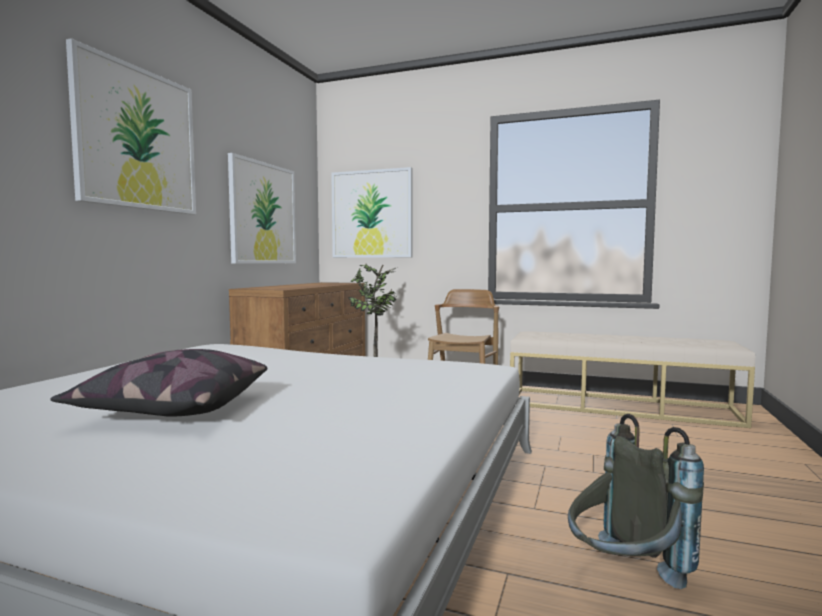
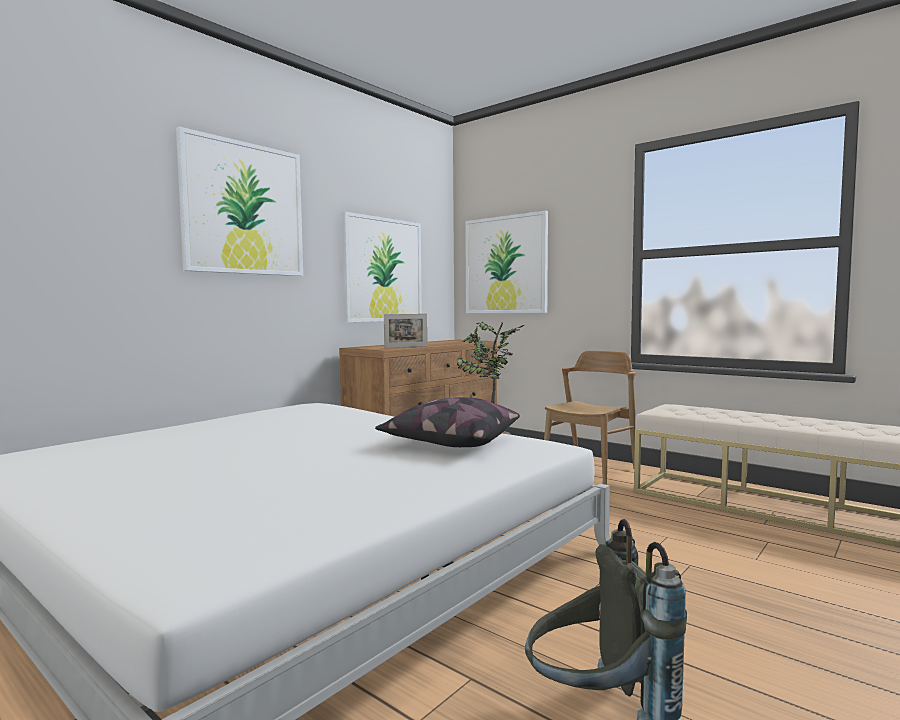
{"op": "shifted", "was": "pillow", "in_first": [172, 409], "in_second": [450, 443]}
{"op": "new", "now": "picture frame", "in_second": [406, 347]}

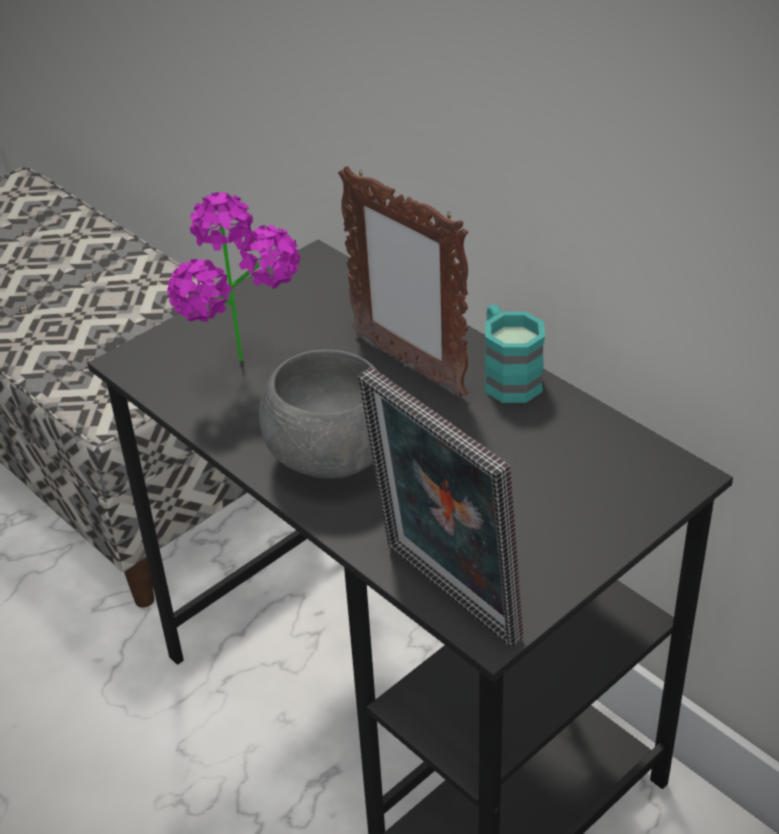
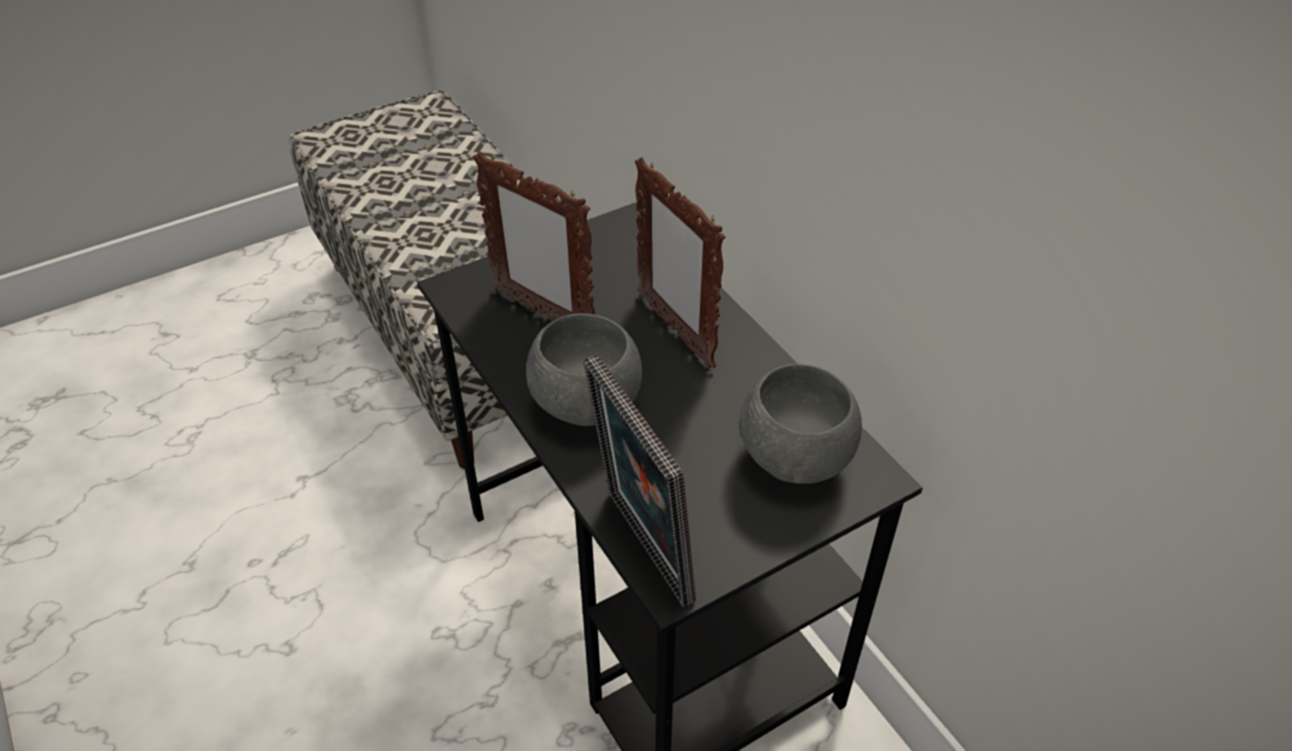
{"op": "swapped", "was": "potted plant", "now": "picture frame", "in_first": [249, 372], "in_second": [542, 314]}
{"op": "new", "now": "grey bowl", "in_second": [793, 459]}
{"op": "gone", "was": "turquoise mug", "in_first": [507, 376]}

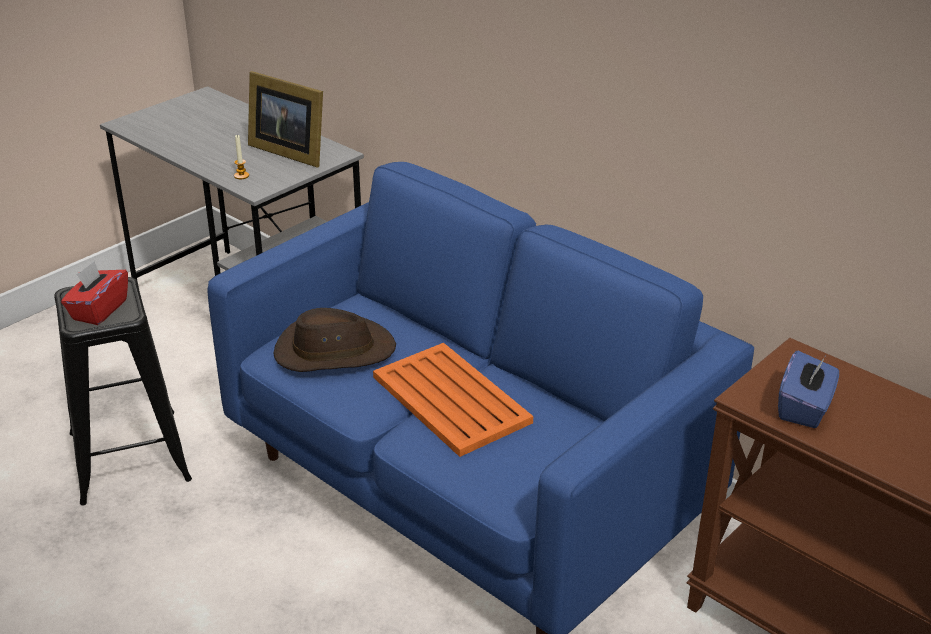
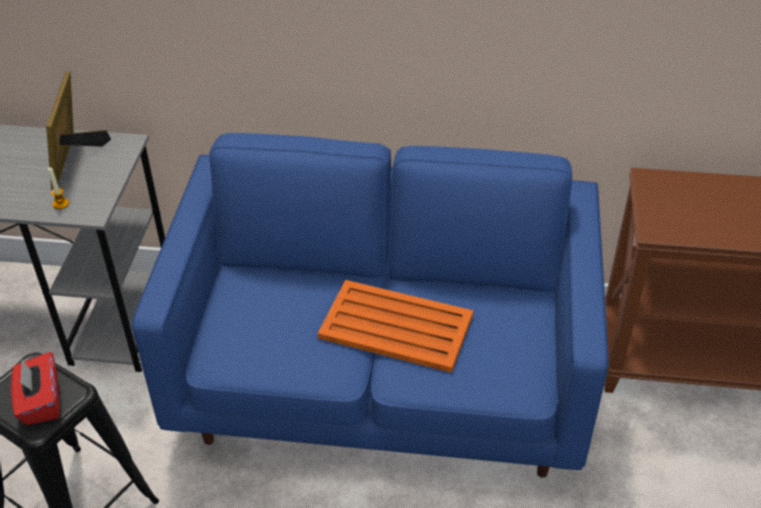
{"op": "rotated", "was": "picture frame", "in_first": [288, 151], "in_second": [76, 159], "clockwise": 90}
{"op": "gone", "was": "brown hat", "in_first": [334, 351]}
{"op": "gone", "was": "blue tissue box", "in_first": [804, 408]}

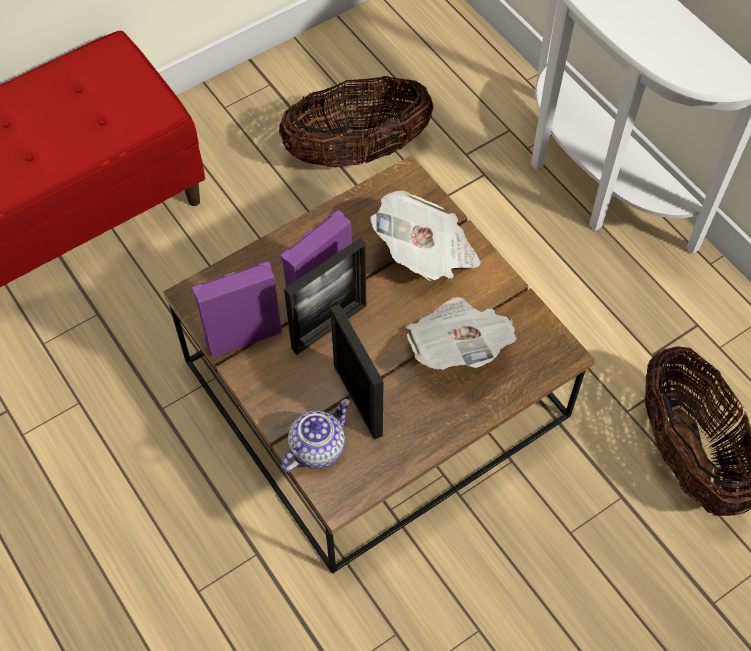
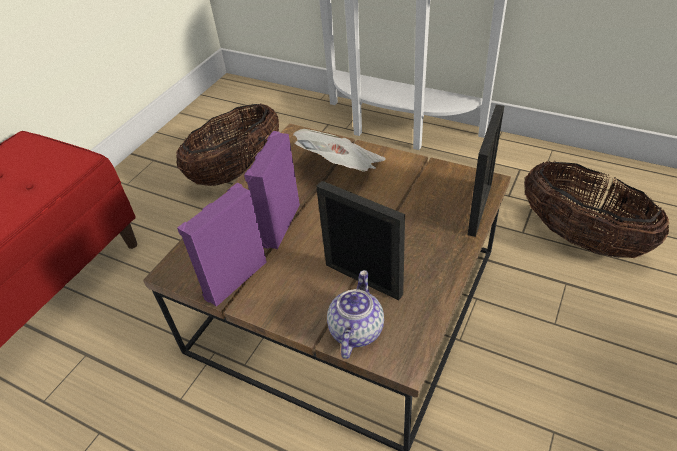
{"op": "shifted", "was": "picture frame", "in_first": [329, 327], "in_second": [479, 209]}
{"op": "gone", "was": "newspaper", "in_first": [457, 347]}

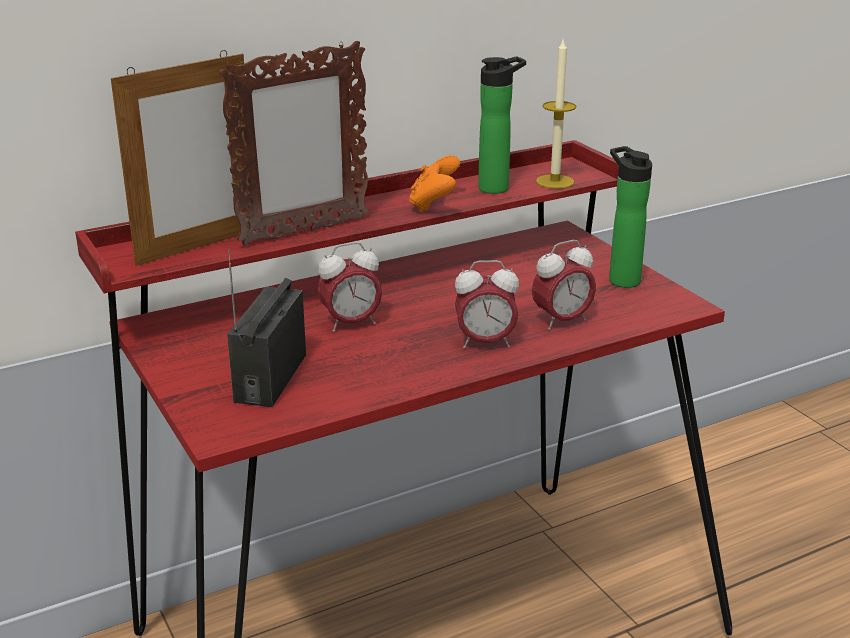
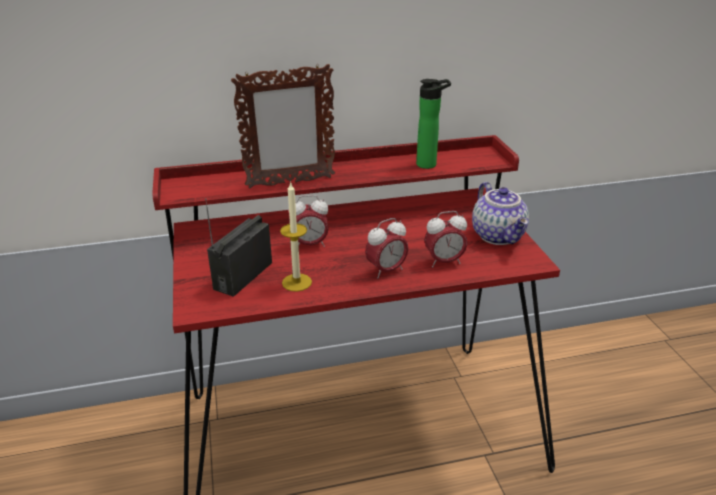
{"op": "shifted", "was": "candle", "in_first": [555, 182], "in_second": [296, 282]}
{"op": "rotated", "was": "alarm clock", "in_first": [485, 343], "in_second": [386, 270], "clockwise": -45}
{"op": "swapped", "was": "bottle", "now": "teapot", "in_first": [621, 279], "in_second": [499, 236]}
{"op": "gone", "was": "picture frame", "in_first": [197, 247]}
{"op": "gone", "was": "orange game controller", "in_first": [434, 205]}

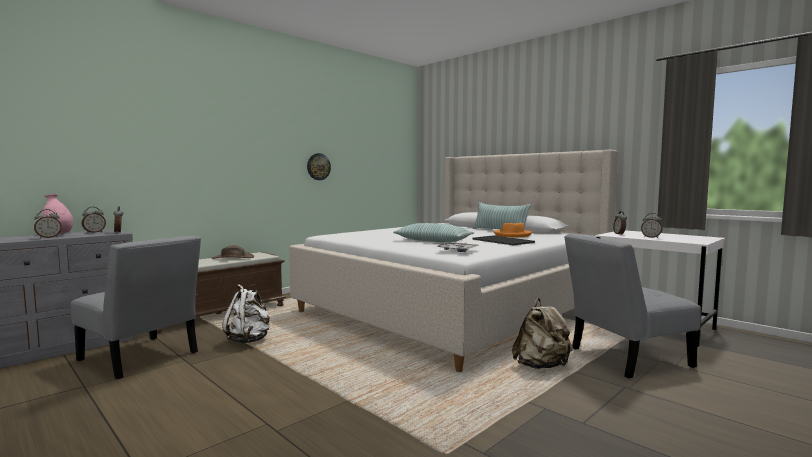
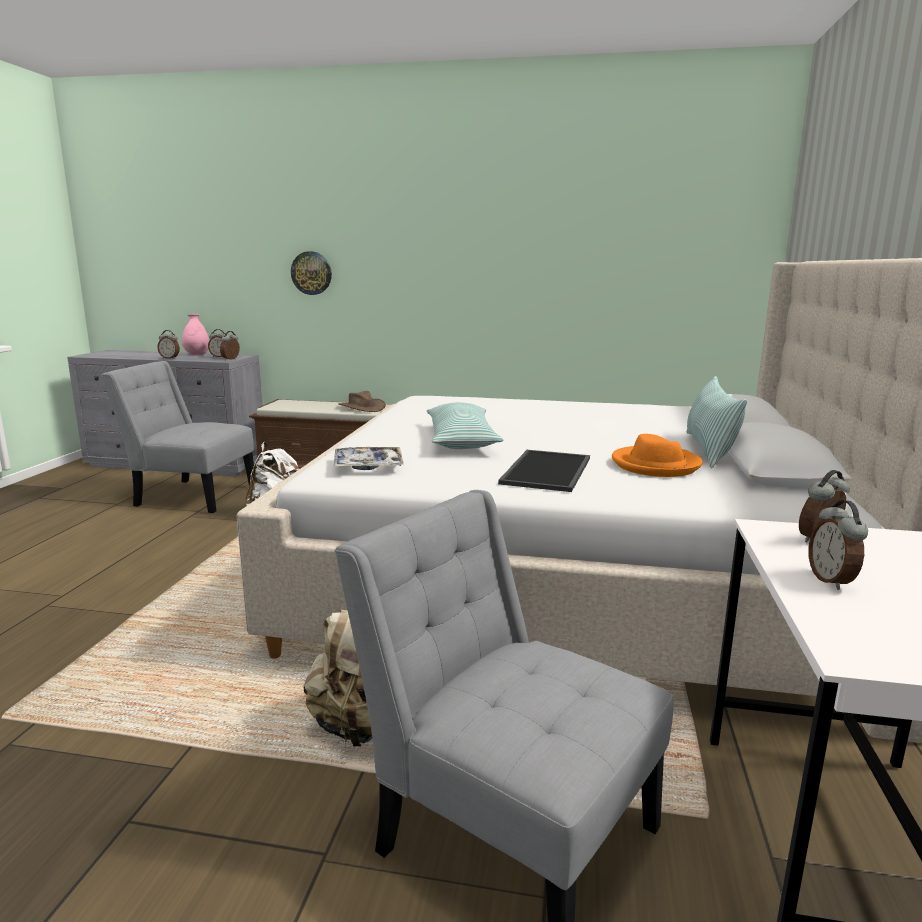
{"op": "rotated", "was": "grey chair", "in_first": [141, 358], "in_second": [191, 495], "clockwise": 105}
{"op": "shifted", "was": "wall clock", "in_first": [318, 166], "in_second": [311, 273]}

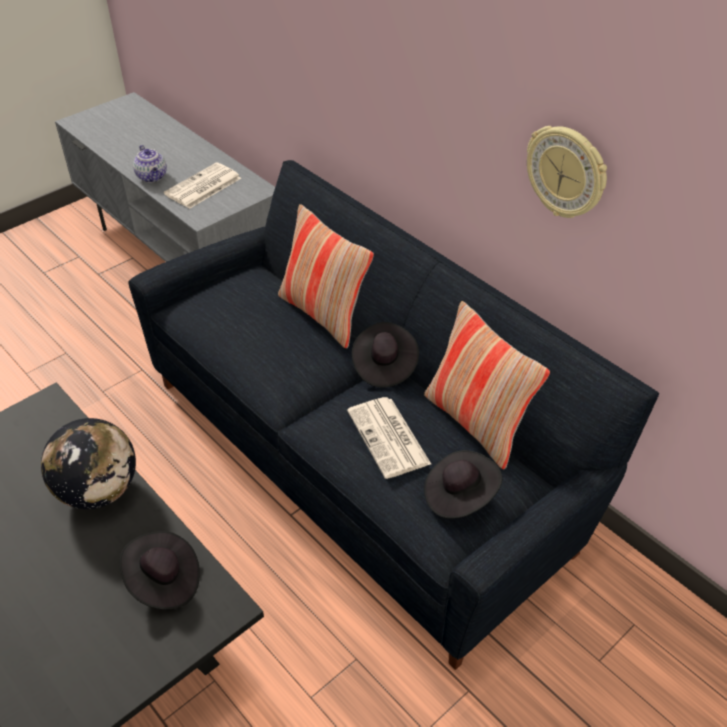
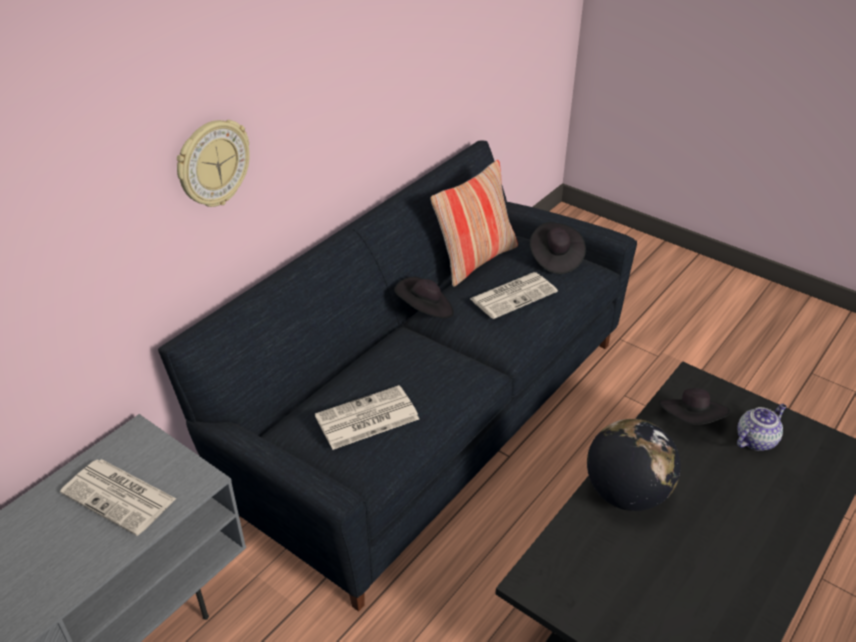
{"op": "shifted", "was": "wall clock", "in_first": [566, 172], "in_second": [213, 164]}
{"op": "new", "now": "newspaper", "in_second": [366, 419]}
{"op": "shifted", "was": "teapot", "in_first": [152, 177], "in_second": [756, 439]}
{"op": "gone", "was": "pillow", "in_first": [323, 314]}

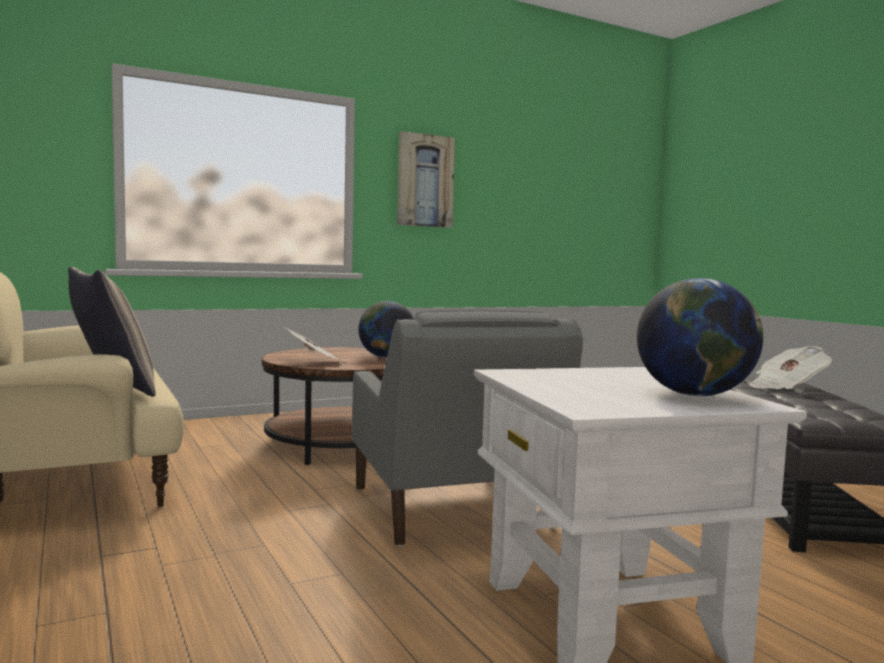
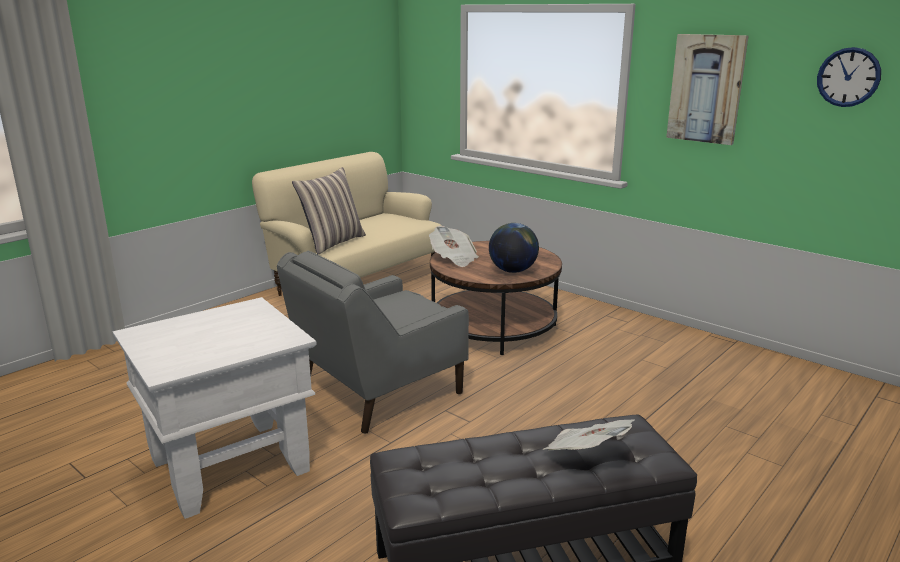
{"op": "new", "now": "wall clock", "in_second": [848, 77]}
{"op": "gone", "was": "globe", "in_first": [695, 395]}

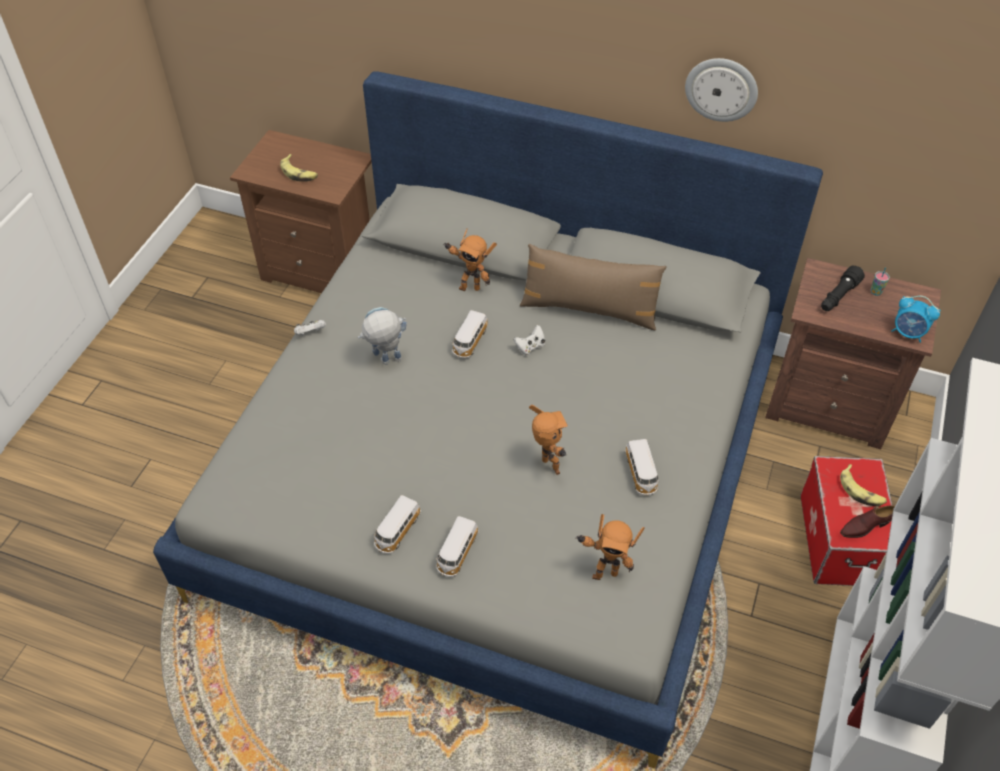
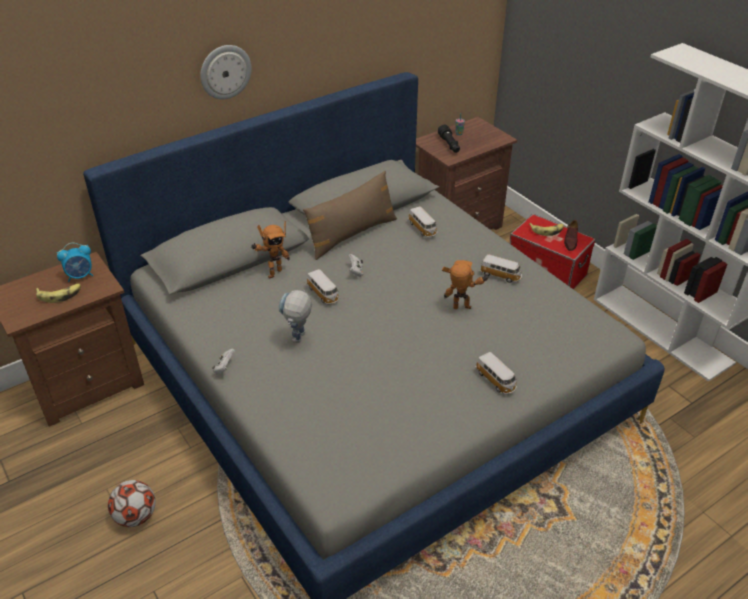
{"op": "shifted", "was": "alarm clock", "in_first": [908, 333], "in_second": [80, 276]}
{"op": "new", "now": "football", "in_second": [136, 516]}
{"op": "shifted", "was": "wall clock", "in_first": [721, 89], "in_second": [225, 71]}
{"op": "shifted", "was": "toy car", "in_first": [397, 531], "in_second": [423, 229]}
{"op": "gone", "was": "toy robot", "in_first": [603, 572]}

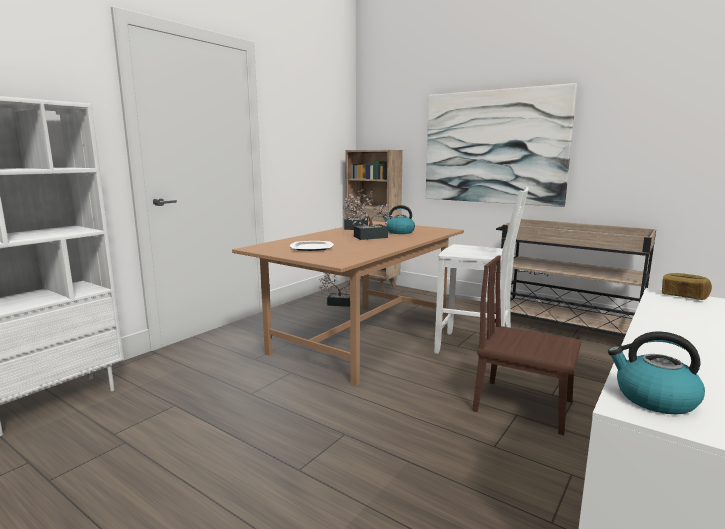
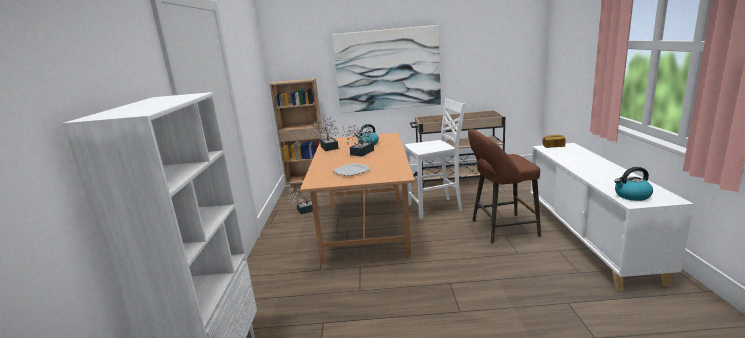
{"op": "swapped", "was": "brown chair", "now": "brown stool", "in_first": [523, 406], "in_second": [500, 229]}

